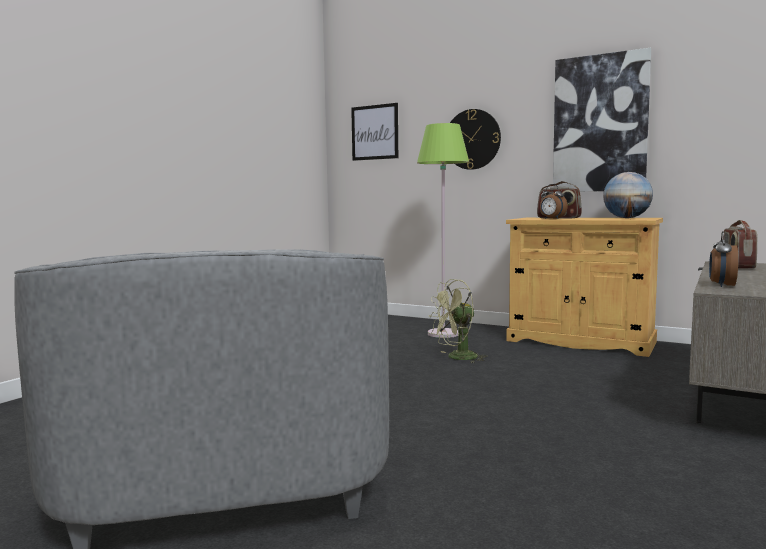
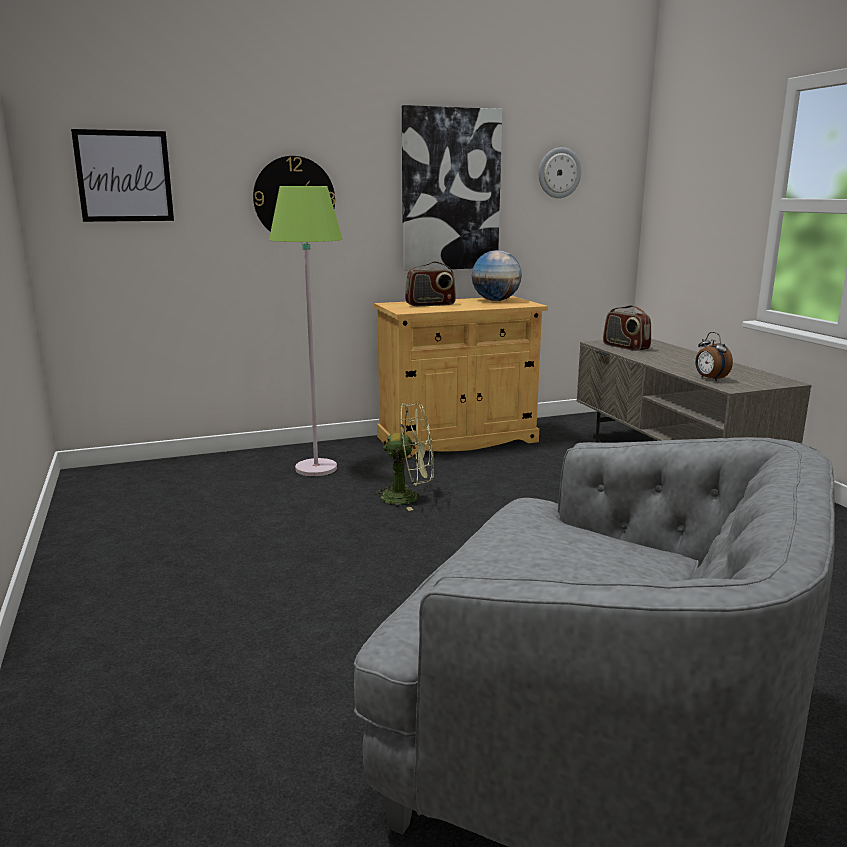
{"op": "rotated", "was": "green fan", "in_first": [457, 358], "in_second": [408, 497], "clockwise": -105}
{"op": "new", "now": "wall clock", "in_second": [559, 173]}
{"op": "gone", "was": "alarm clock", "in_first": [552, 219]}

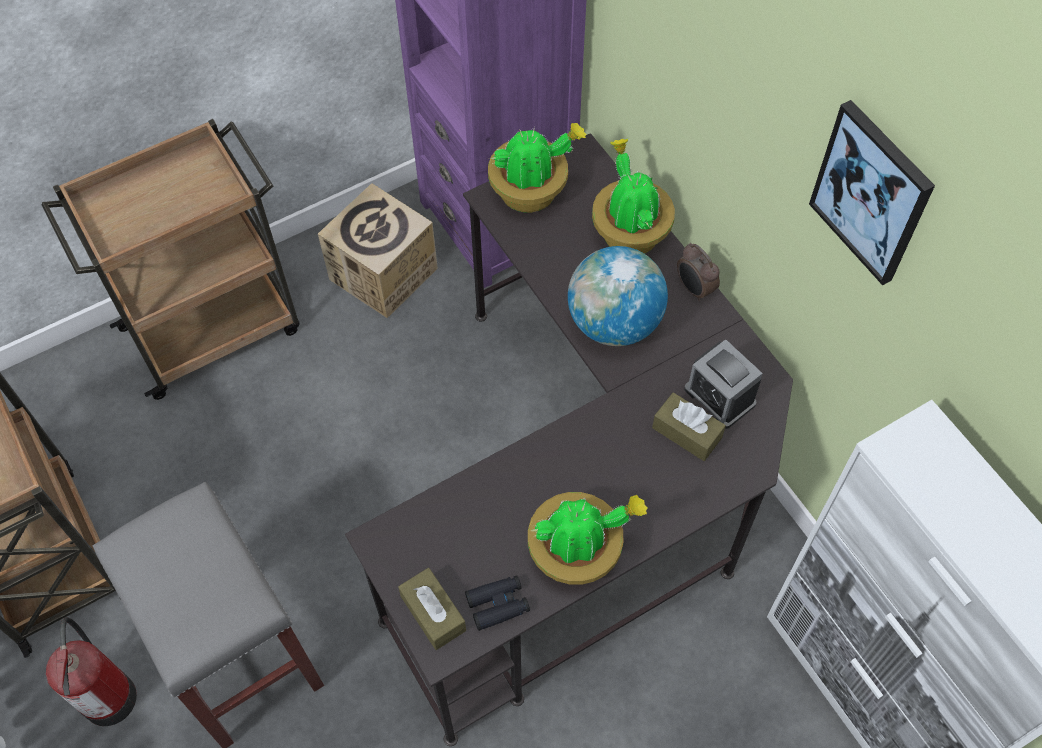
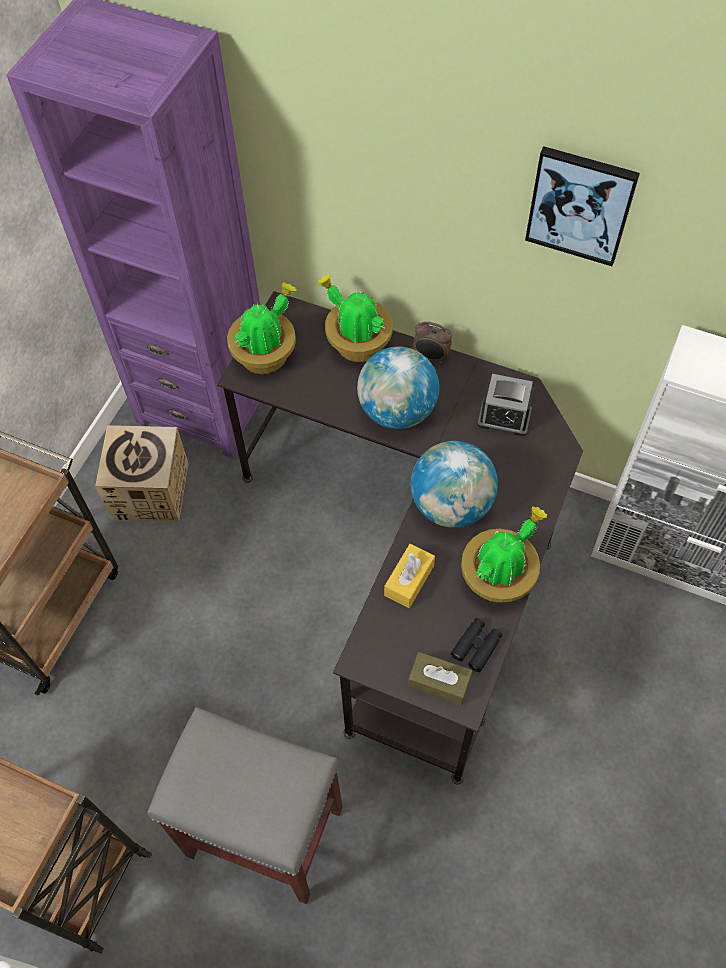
{"op": "new", "now": "yellow tissue box", "in_second": [409, 580]}
{"op": "new", "now": "globe", "in_second": [451, 505]}
{"op": "gone", "was": "fire extinguisher", "in_first": [109, 695]}
{"op": "gone", "was": "brown tissue box", "in_first": [687, 433]}

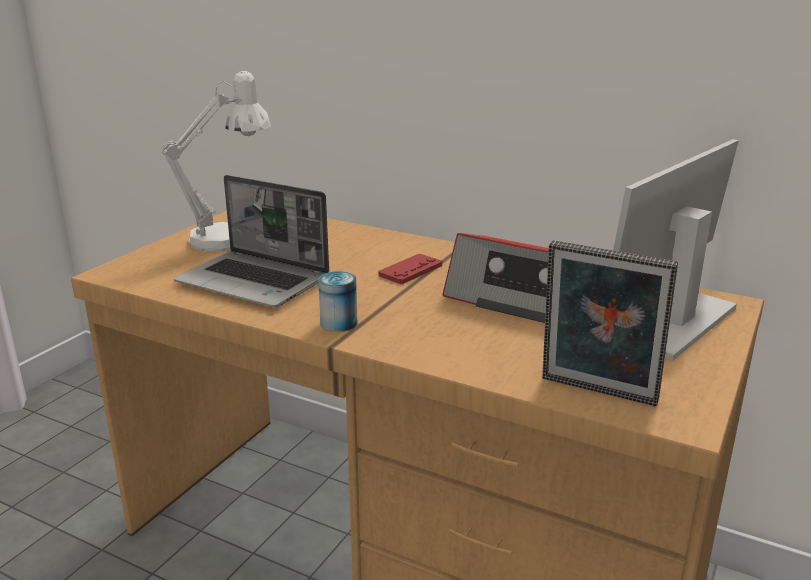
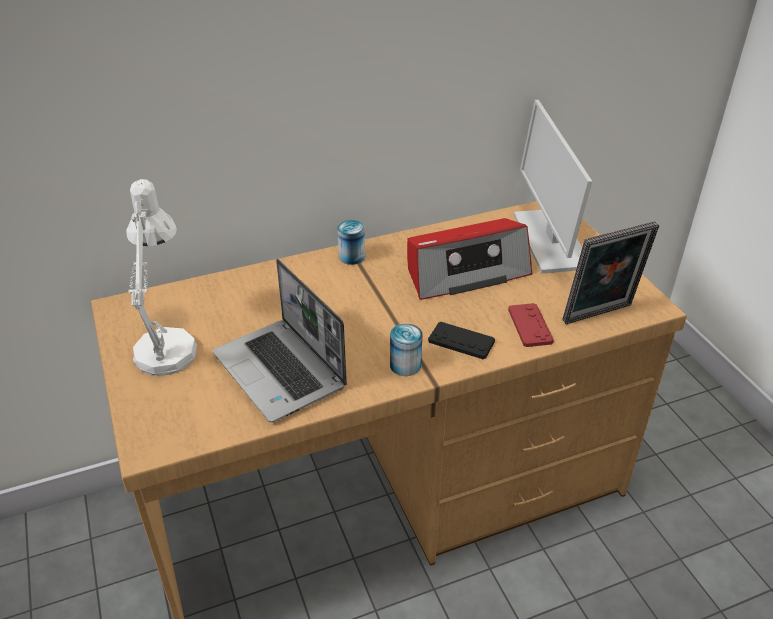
{"op": "rotated", "was": "laptop", "in_first": [255, 281], "in_second": [281, 371], "clockwise": 75}
{"op": "new", "now": "can", "in_second": [351, 256]}
{"op": "new", "now": "black game controller", "in_second": [461, 341]}
{"op": "shifted", "was": "red game controller", "in_first": [410, 270], "in_second": [530, 326]}

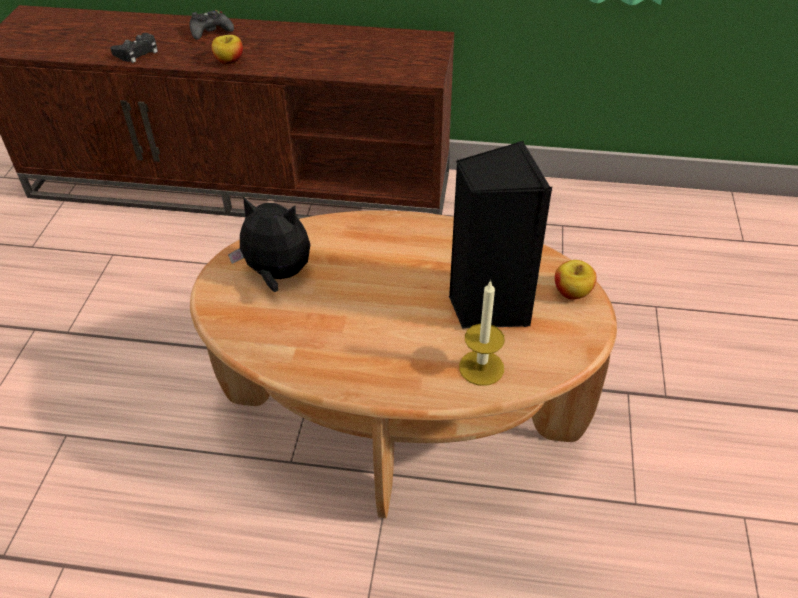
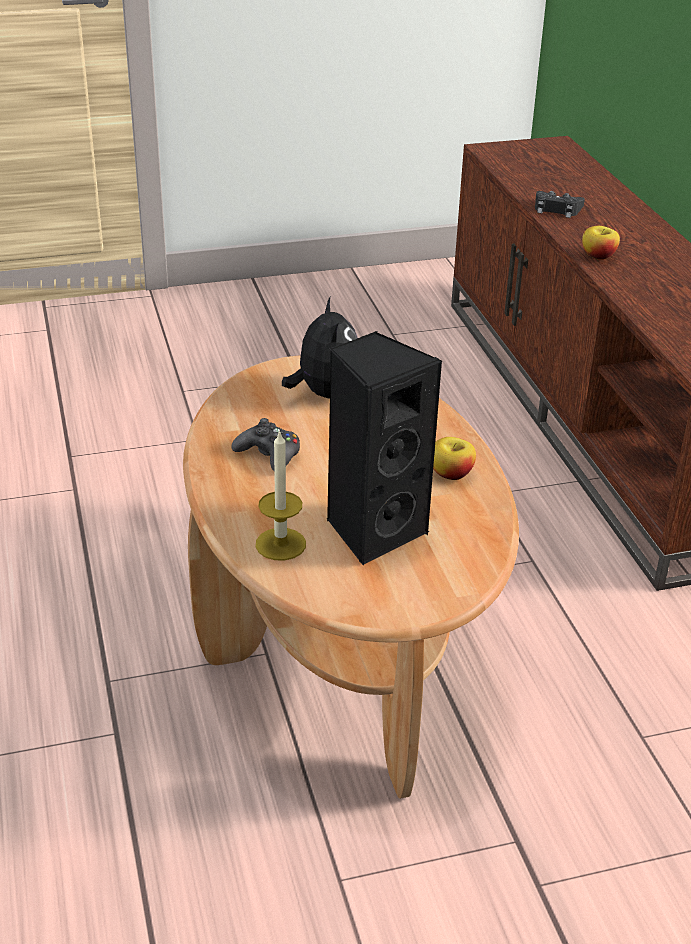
{"op": "shifted", "was": "black game controller", "in_first": [210, 31], "in_second": [269, 454]}
{"op": "shifted", "was": "apple", "in_first": [572, 292], "in_second": [451, 474]}

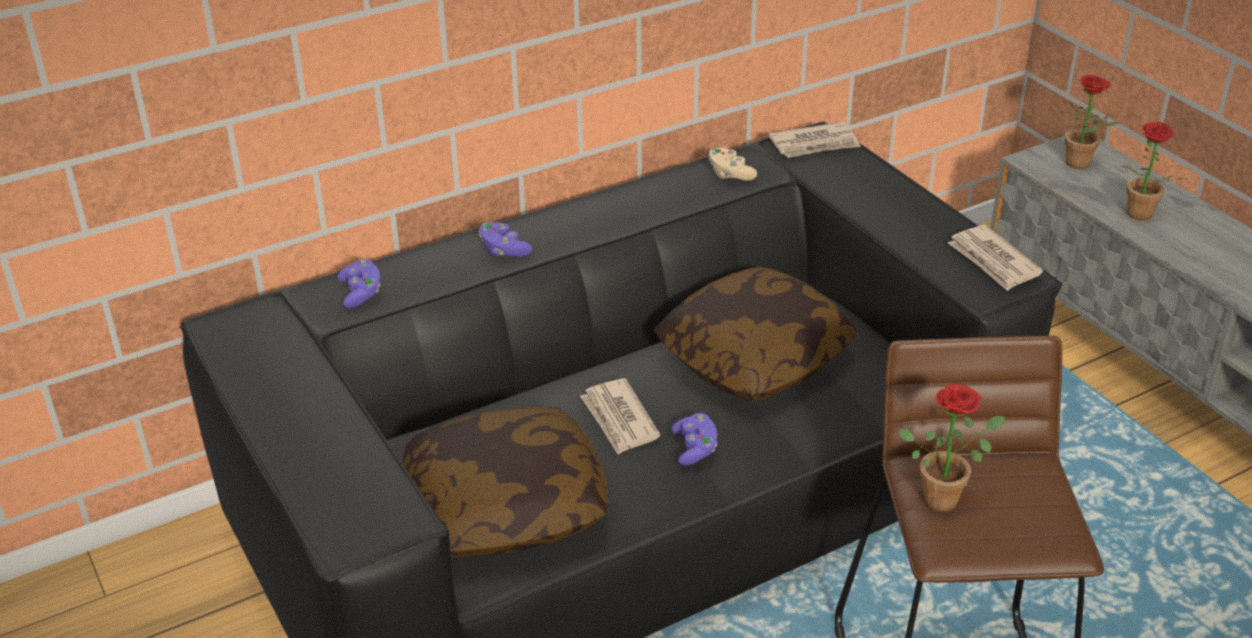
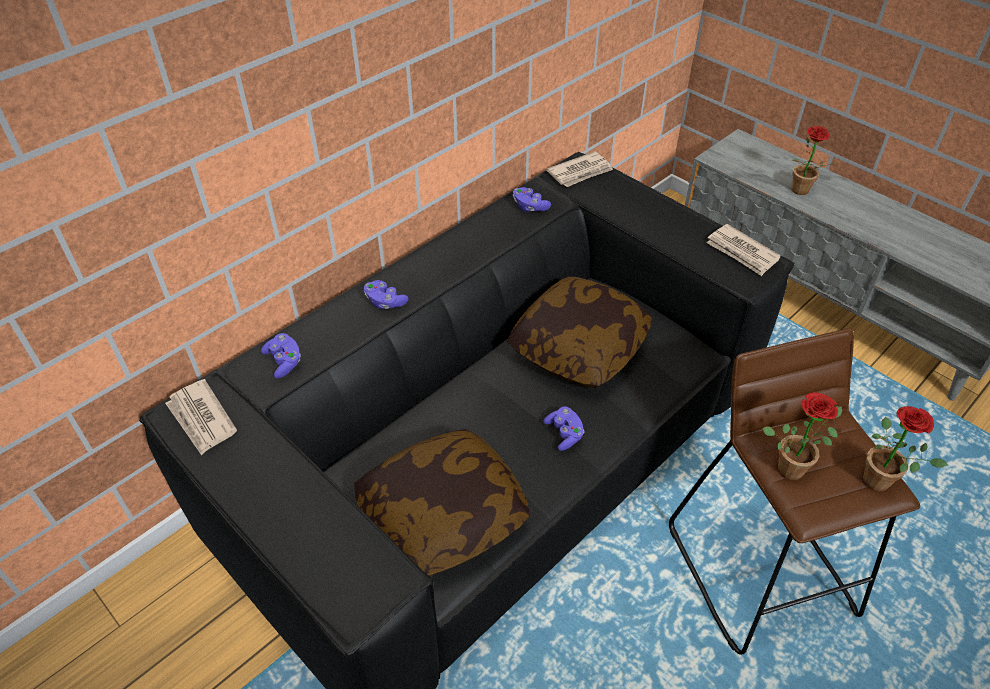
{"op": "shifted", "was": "newspaper", "in_first": [619, 419], "in_second": [201, 419]}
{"op": "repainted", "was": "beige game controller", "now": "purple game controller", "in_first": [730, 174], "in_second": [529, 207]}
{"op": "shifted", "was": "potted plant", "in_first": [1082, 165], "in_second": [882, 482]}

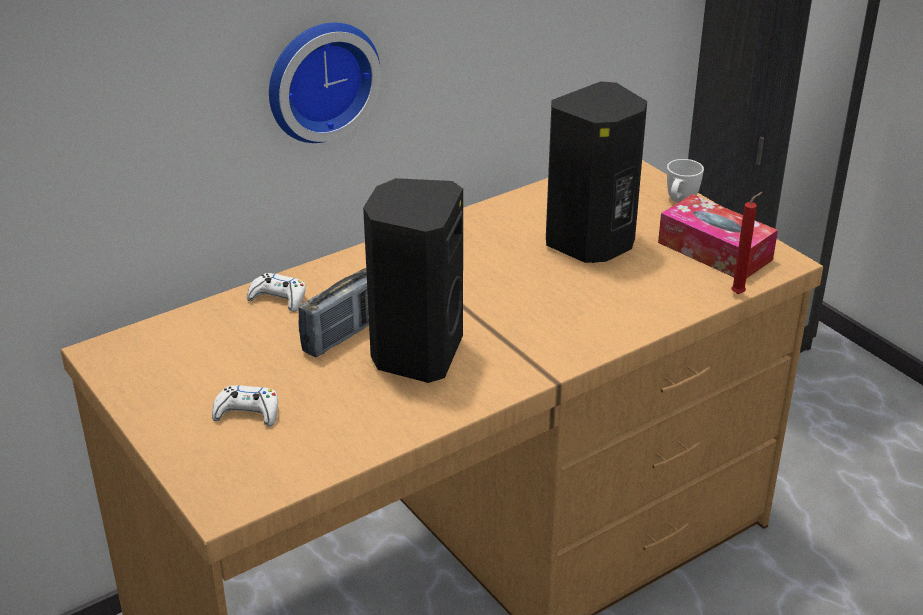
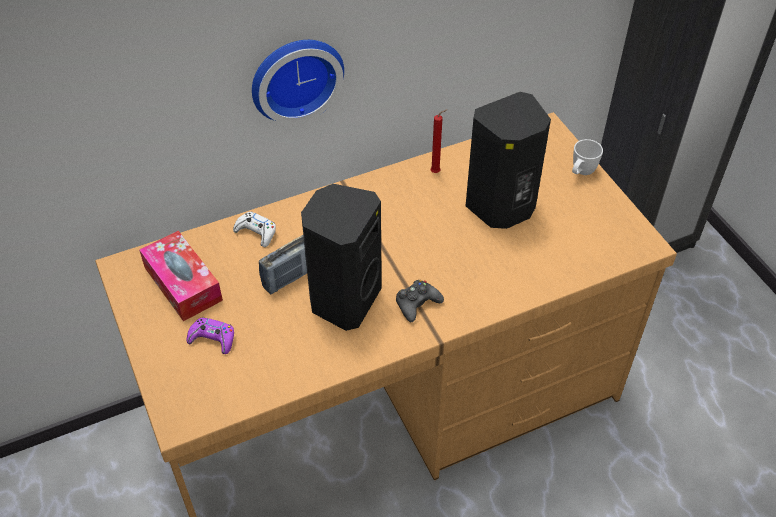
{"op": "shifted", "was": "tissue box", "in_first": [714, 251], "in_second": [183, 284]}
{"op": "repainted", "was": "white game controller", "now": "purple game controller", "in_first": [247, 413], "in_second": [212, 339]}
{"op": "new", "now": "black game controller", "in_second": [417, 303]}
{"op": "shifted", "was": "red candle", "in_first": [740, 293], "in_second": [437, 172]}

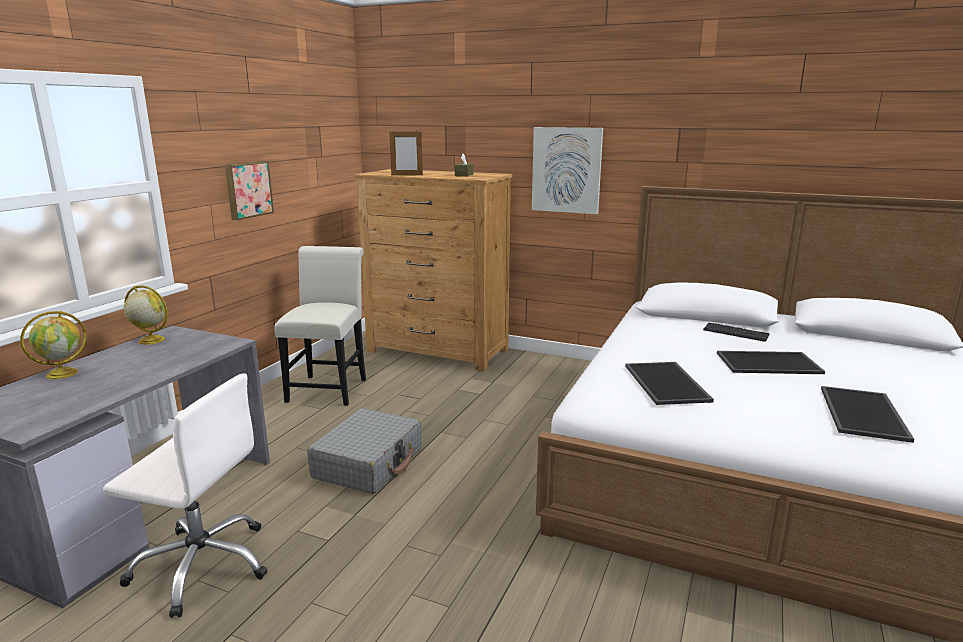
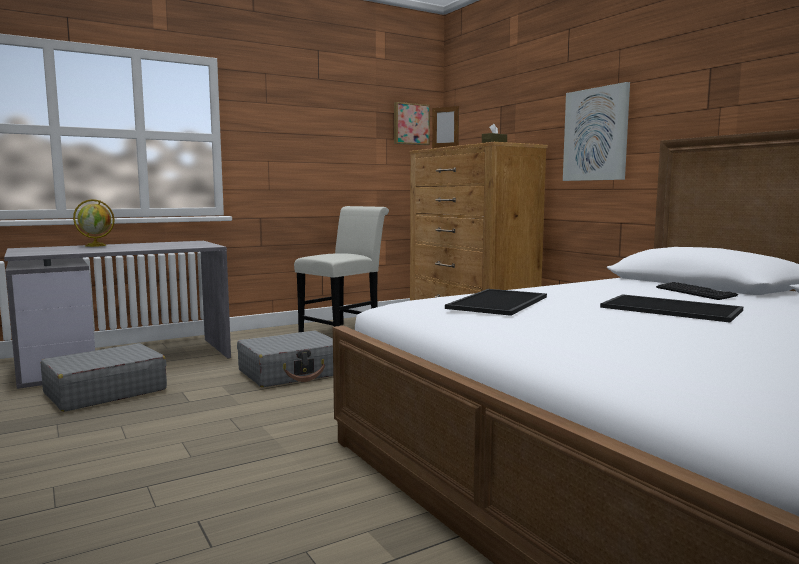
{"op": "swapped", "was": "white office chair", "now": "grey suitcase", "in_first": [202, 565], "in_second": [105, 391]}
{"op": "shifted", "was": "picture", "in_first": [248, 189], "in_second": [410, 124]}
{"op": "gone", "was": "globe", "in_first": [150, 340]}
{"op": "gone", "was": "tray", "in_first": [865, 414]}

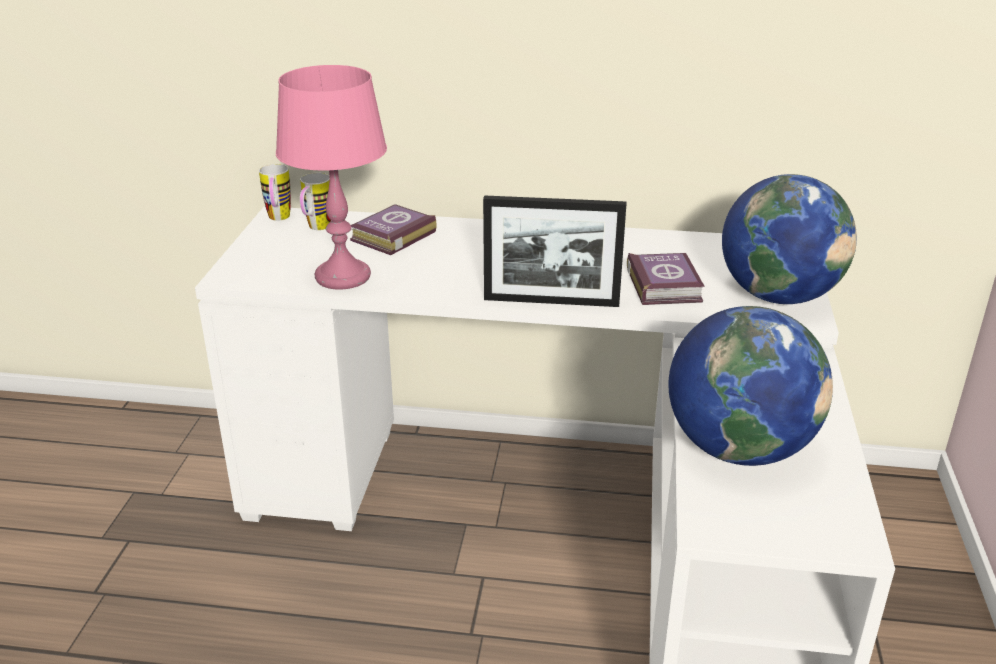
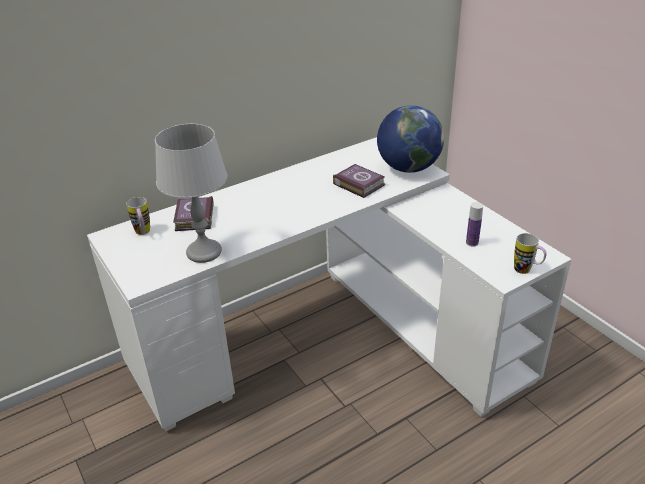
{"op": "repainted", "was": "pink table lamp", "now": "grey table lamp", "in_first": [342, 276], "in_second": [203, 252]}
{"op": "swapped", "was": "globe", "now": "bottle", "in_first": [738, 448], "in_second": [472, 243]}
{"op": "shifted", "was": "mug", "in_first": [278, 219], "in_second": [526, 271]}
{"op": "gone", "was": "picture frame", "in_first": [551, 301]}

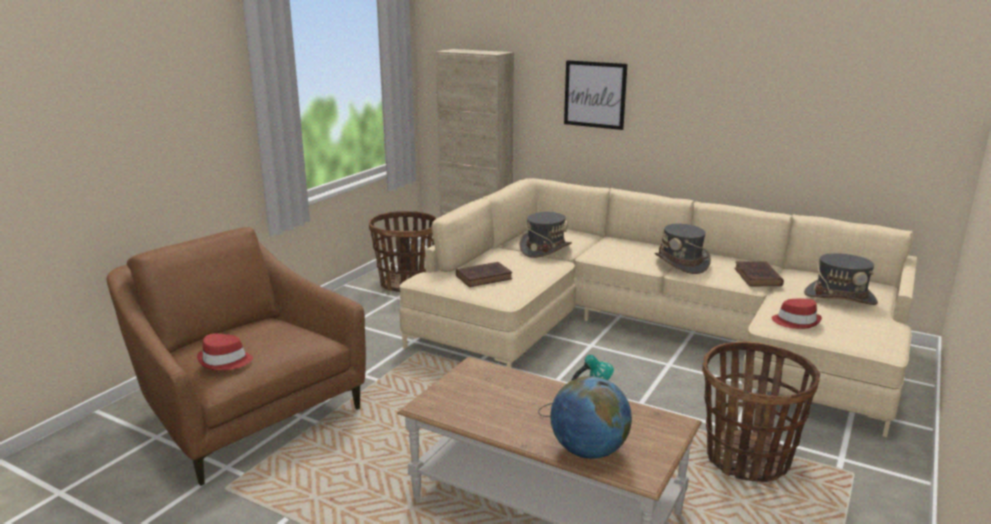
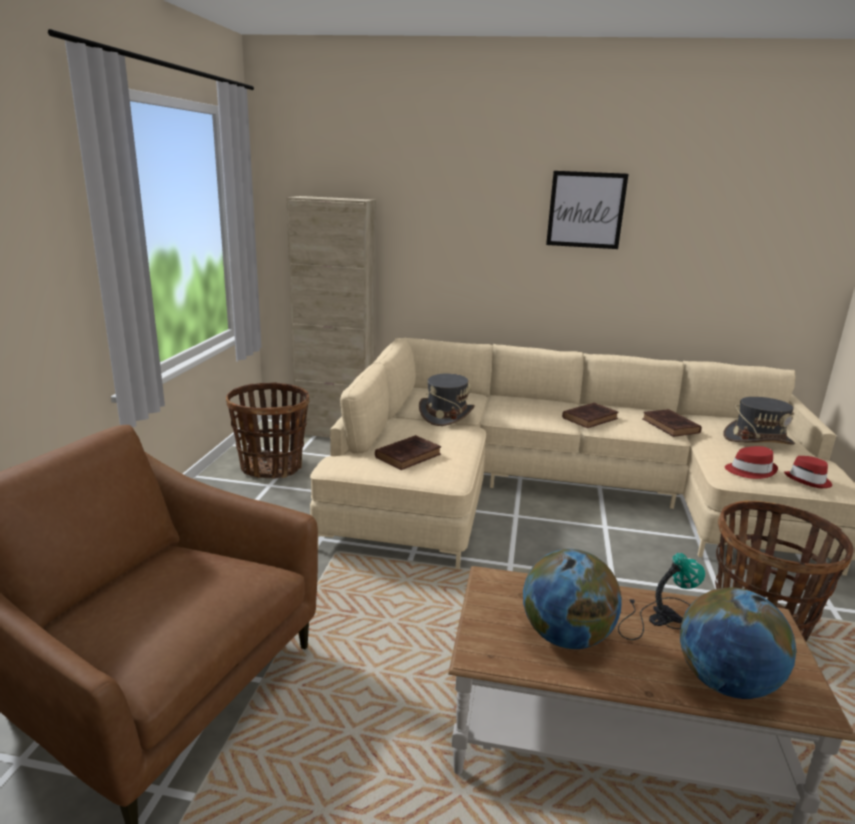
{"op": "new", "now": "globe", "in_second": [565, 637]}
{"op": "shifted", "was": "picture", "in_first": [595, 94], "in_second": [586, 210]}
{"op": "swapped", "was": "grey hat", "now": "brown book", "in_first": [681, 263], "in_second": [590, 418]}
{"op": "shifted", "was": "red hat", "in_first": [225, 361], "in_second": [808, 480]}

